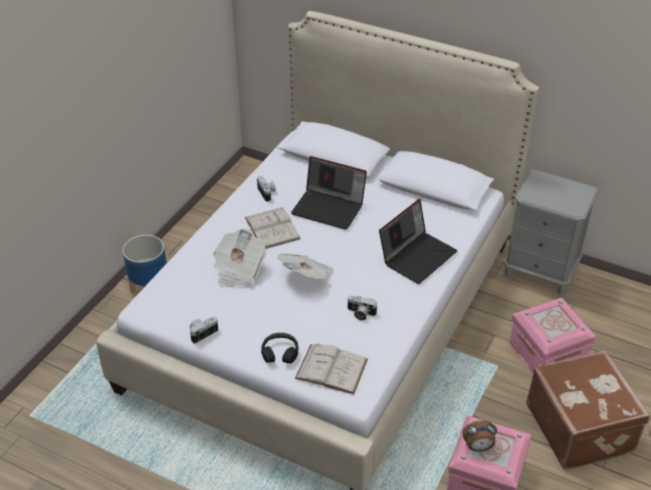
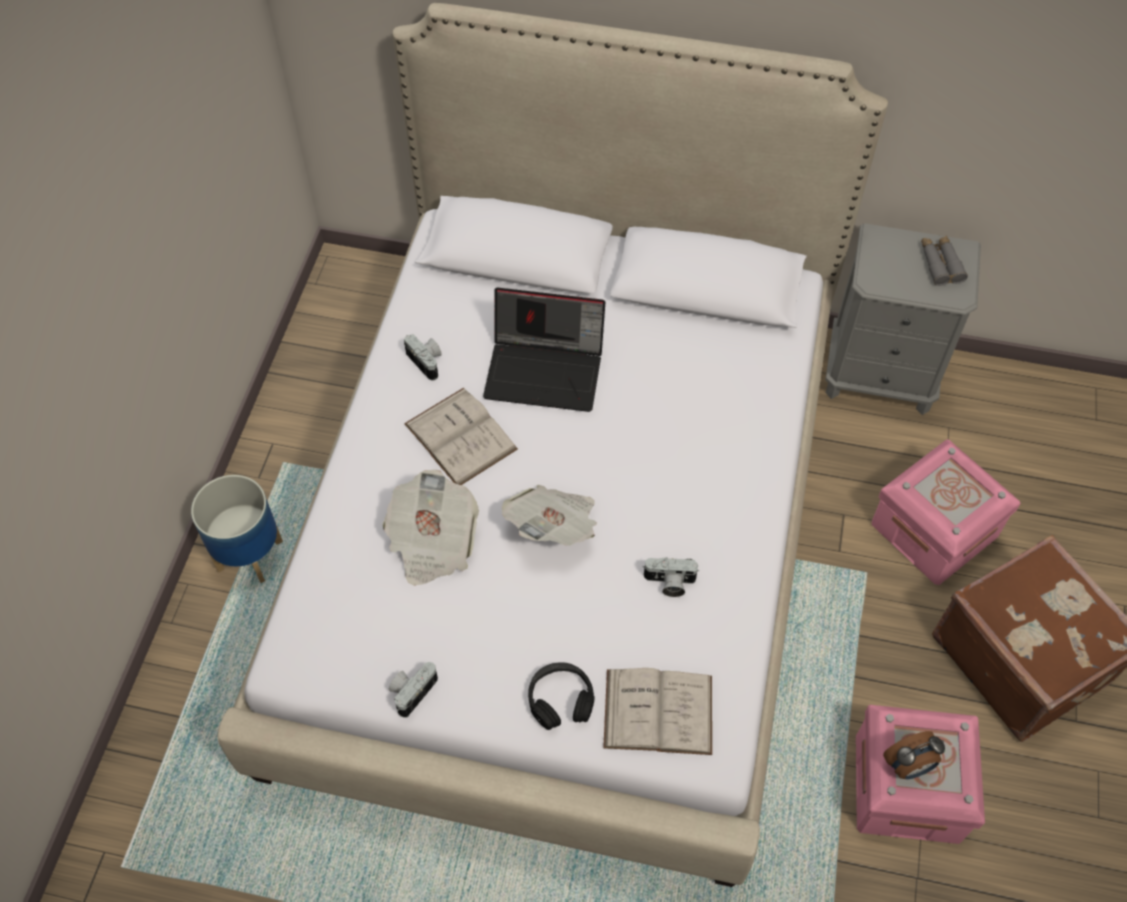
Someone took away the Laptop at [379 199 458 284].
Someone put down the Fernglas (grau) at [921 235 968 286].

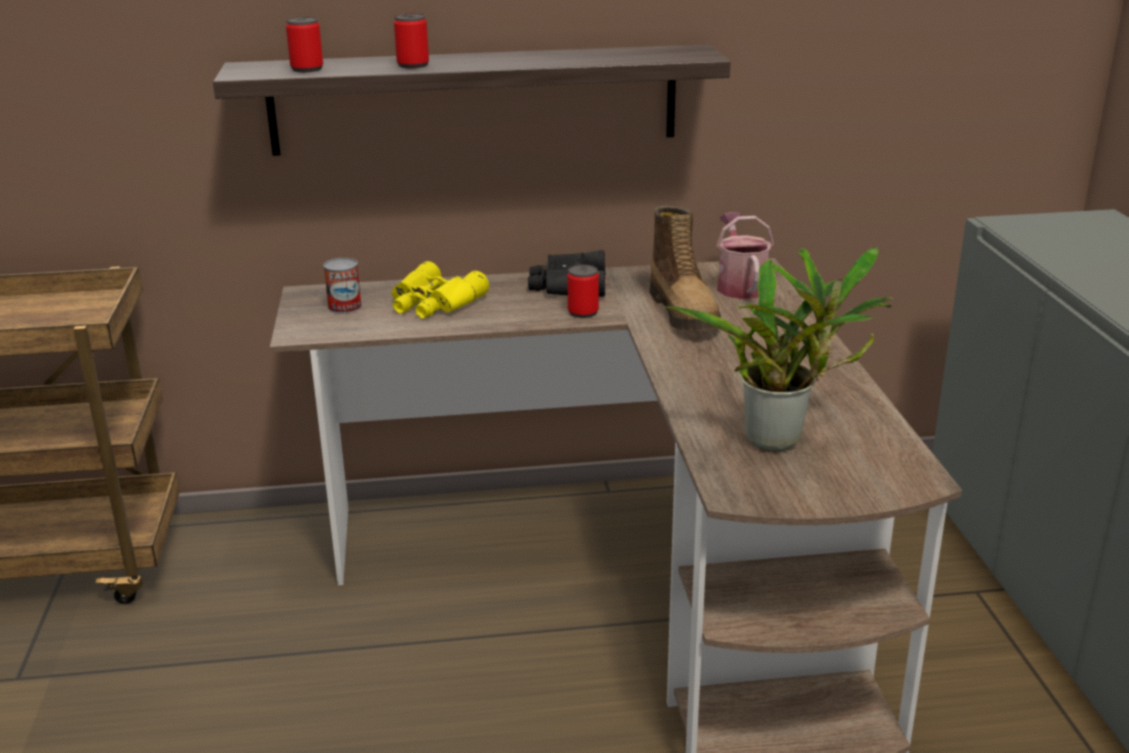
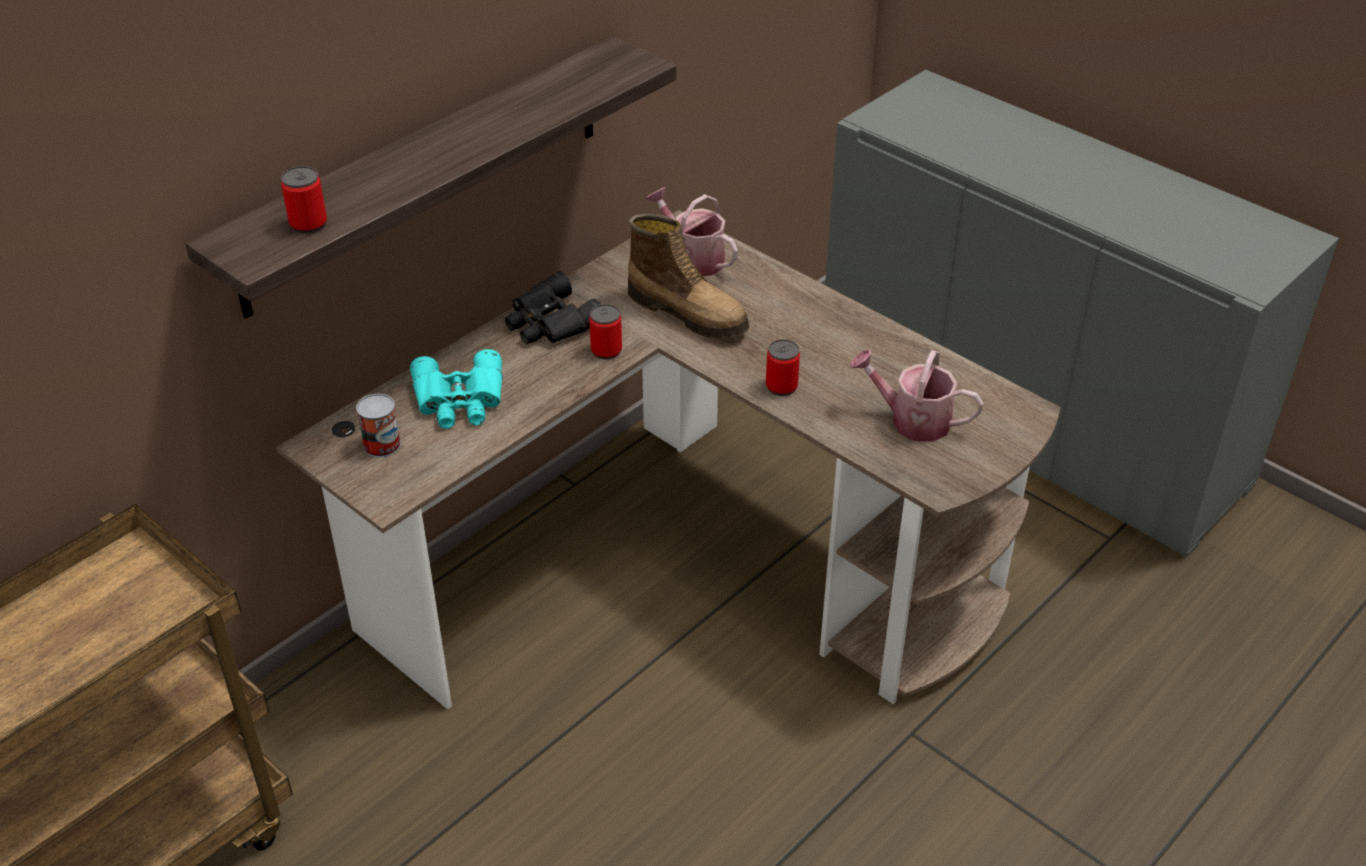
Someone repainted the Fernglas (gelb) at [392 261 489 318], which became the Fernglas (türkis) at [410 349 503 429].
Someone carried the Dose from [394 13 429 68] to [766 339 800 396].
Someone swapped the Topfpflanze at [663 247 892 452] for the Gießkanne at [850 349 984 442].

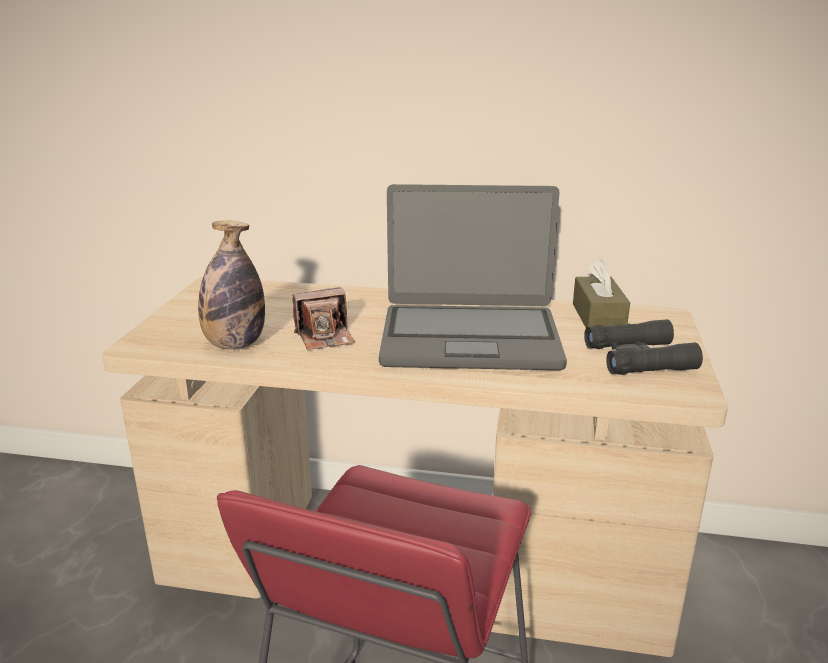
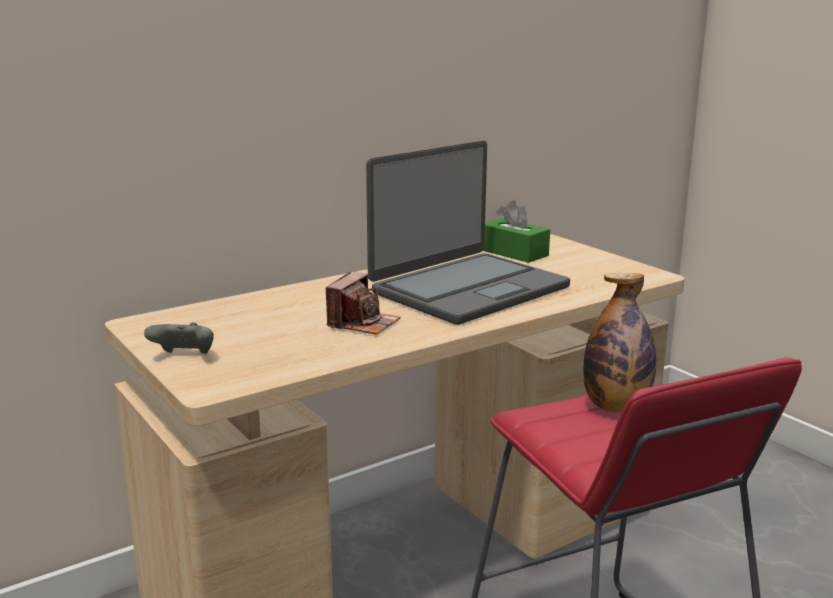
Someone carried the Flasche from [198 221 265 349] to [583 273 656 412].
Someone repainted the Taschentuchbox (braun) at [573 260 630 328], which became the Taschentuchbox (grün) at [483 200 550 263].
Someone took away the Fernglas (schwarz) at [584 319 703 375].
Someone put down the Gamepad (grau) at [144 323 214 354].

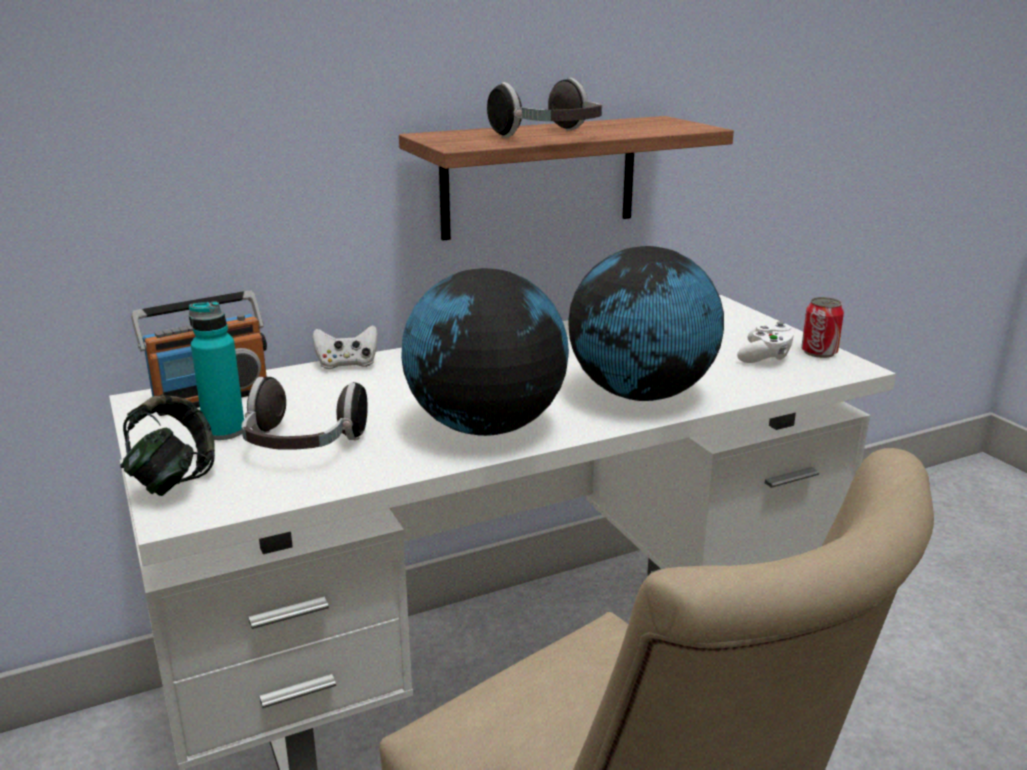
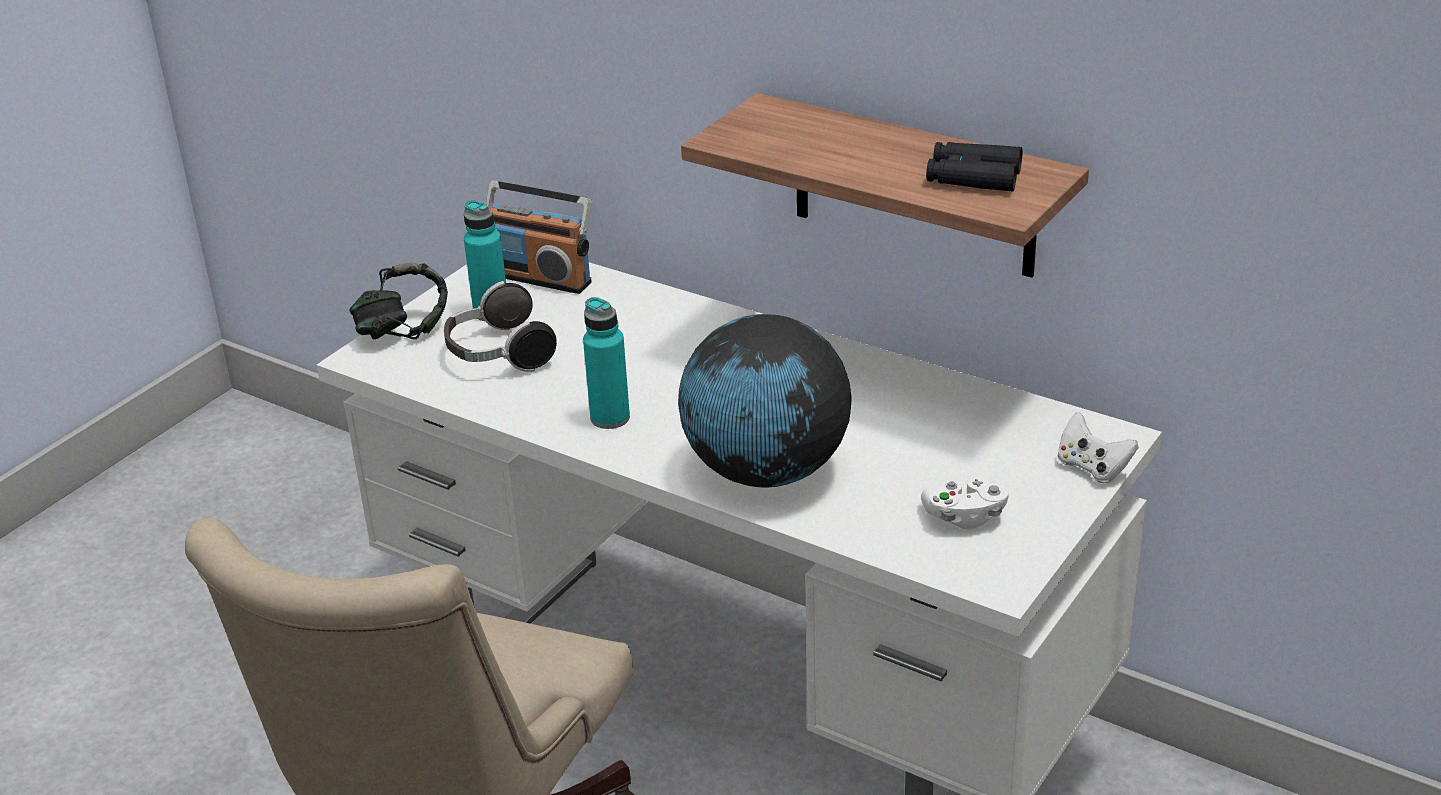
Someone carried the Gamepad (weiß) from [312 325 378 369] to [1057 412 1138 483].
Someone swapped the Globus at [401 268 569 436] for the Flasche (türkis) at [583 297 630 429].
Someone took away the Kopfhörer at [487 77 602 138].
Someone took away the Dose at [801 297 844 358].
Someone put down the Fernglas (schwarz) at [926 142 1023 191].

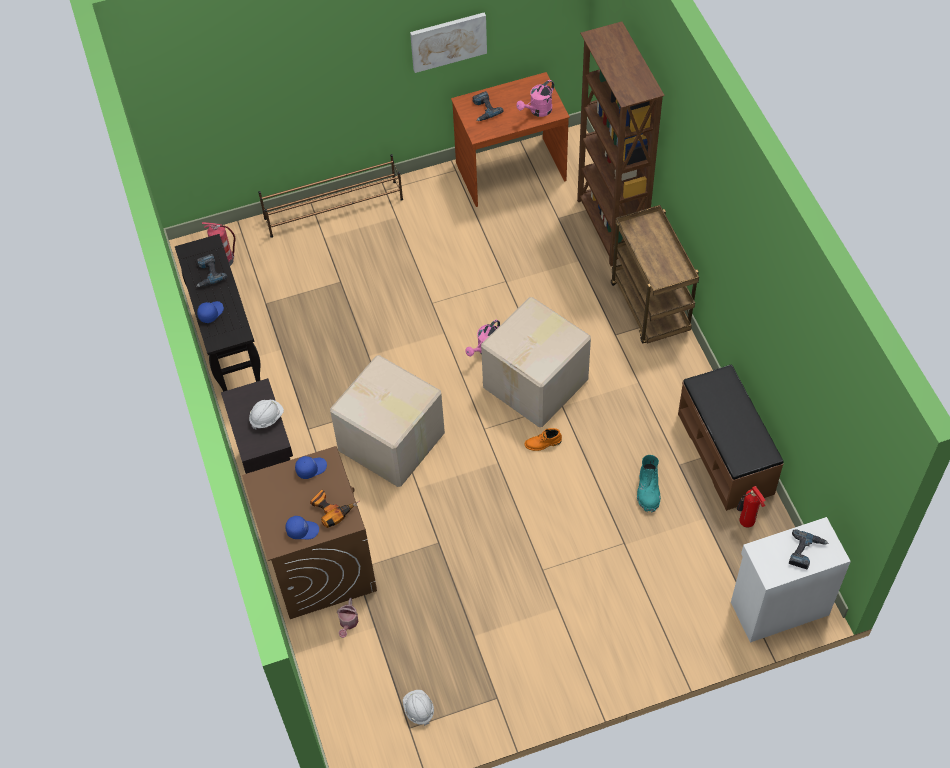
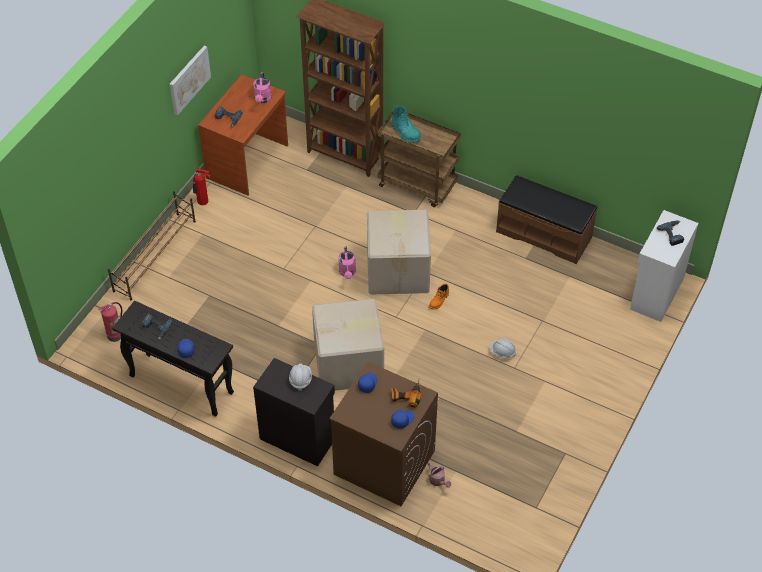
Someone carried the Schutzhelm (weiß) from [403 690 434 726] to [489 338 516 358].
Someone carried the Stiefel (türkis) from [637 455 661 512] to [391 106 421 143].
Someone carried the Feuerlöscher from [737 486 766 527] to [193 168 210 205].

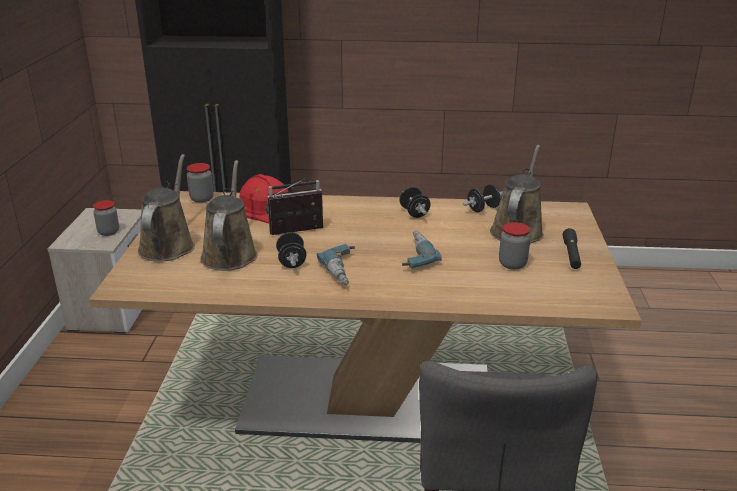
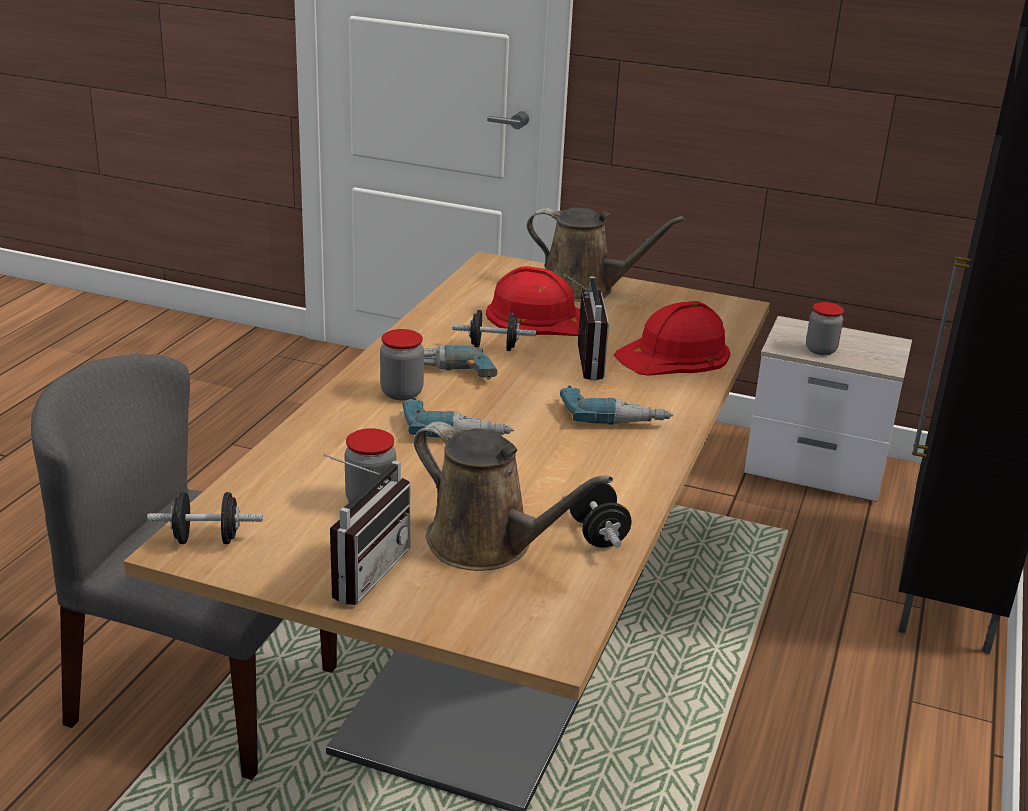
Someone carried the Vorratsglas from [187 163 214 203] to [380 329 424 400].
Someone swapped the Gießkanne (braun) at [200 160 258 271] for the Schutzhelm (rot) at [486 266 580 336].
Someone carried the Hantel (schwarz) from [399 187 430 218] to [147 492 263 544].
Someone swapped the Taschenlampe (schwarz) at [563 228 581 269] for the Radio at [324 454 411 605].
Someone put down the Bohrmaschine at [560 386 673 425].

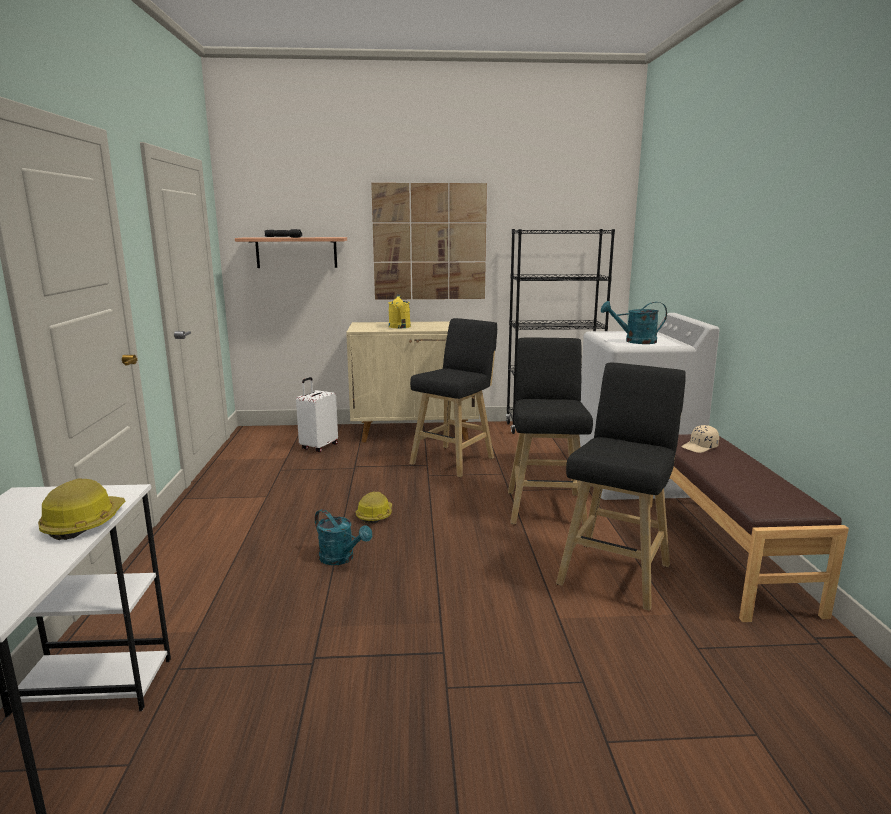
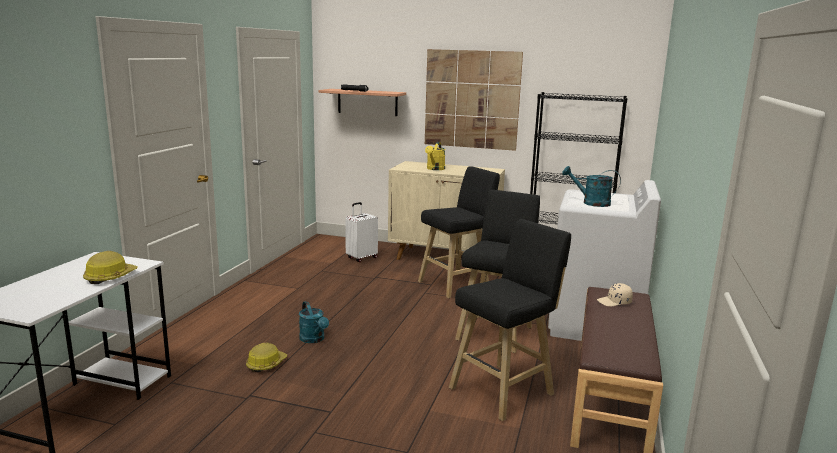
Someone carried the Schutzhelm from [356 491 392 524] to [246 342 287 372].

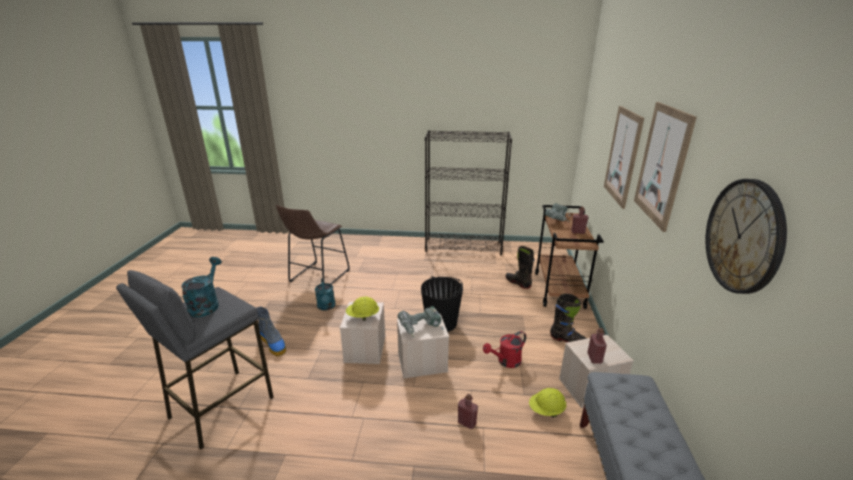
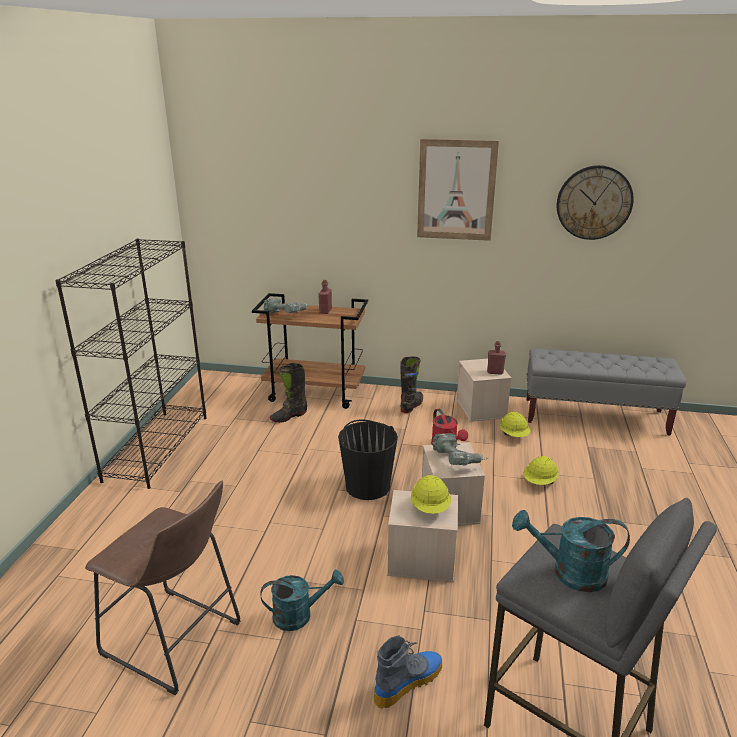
Someone swapped the Flasche (rot) at [458 394 478 429] for the Schutzhelm (gelb) at [523 456 558 485].
Someone took away the Bild at [604 106 644 209].

